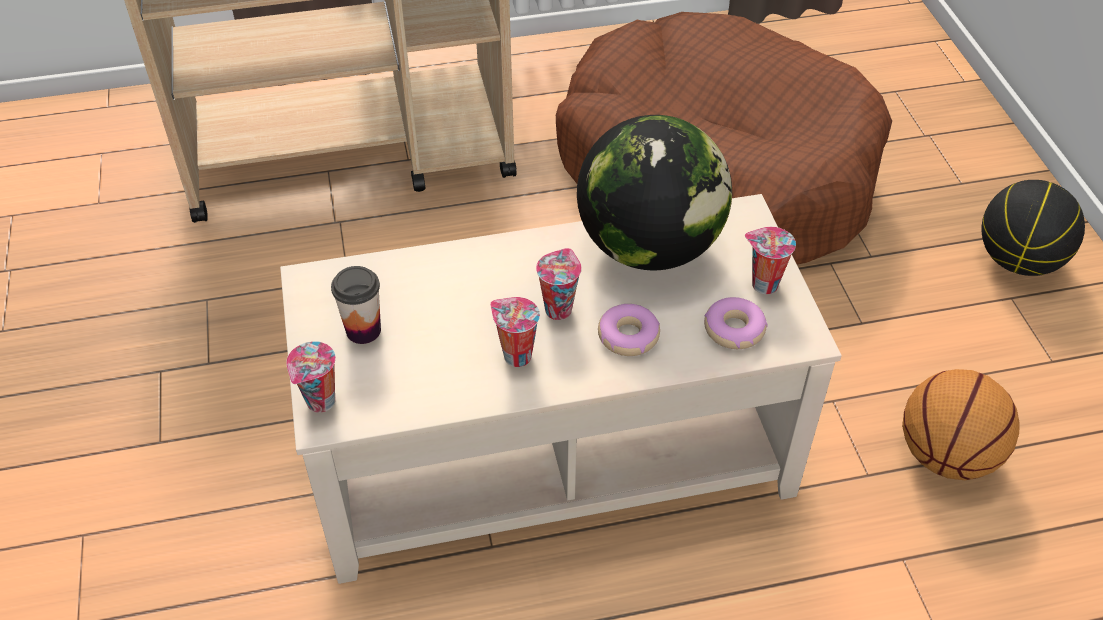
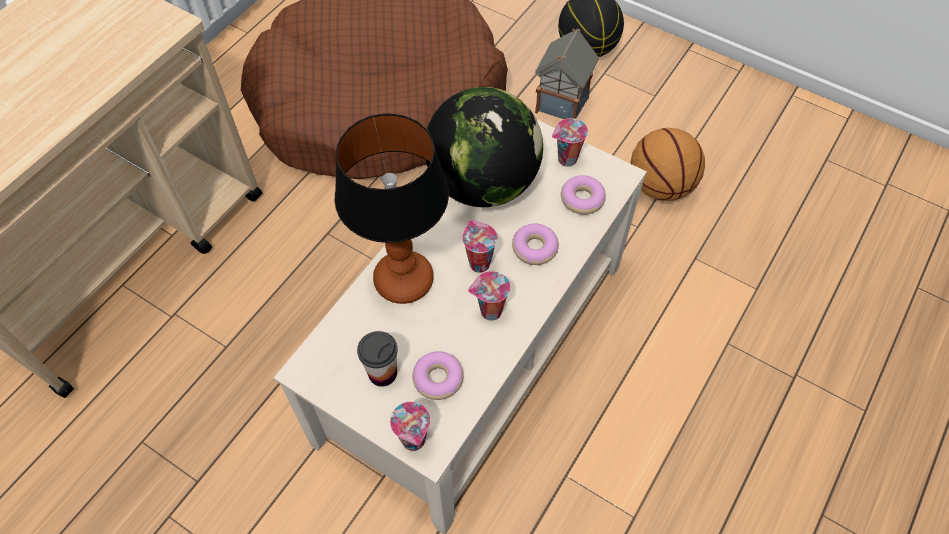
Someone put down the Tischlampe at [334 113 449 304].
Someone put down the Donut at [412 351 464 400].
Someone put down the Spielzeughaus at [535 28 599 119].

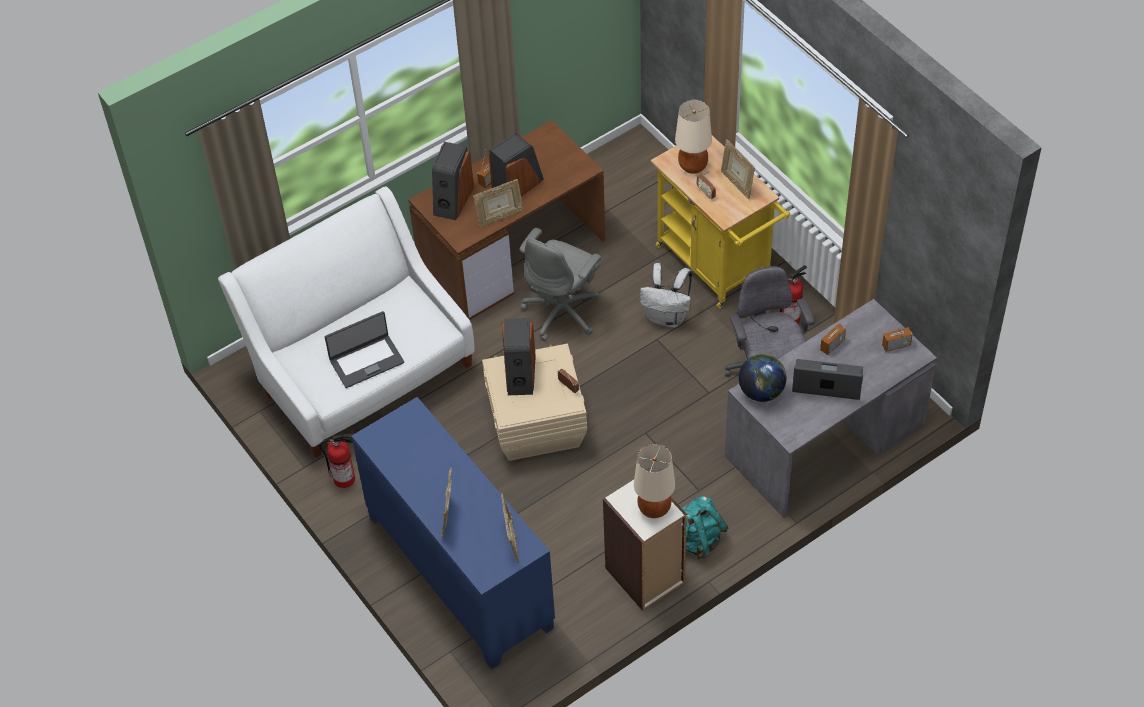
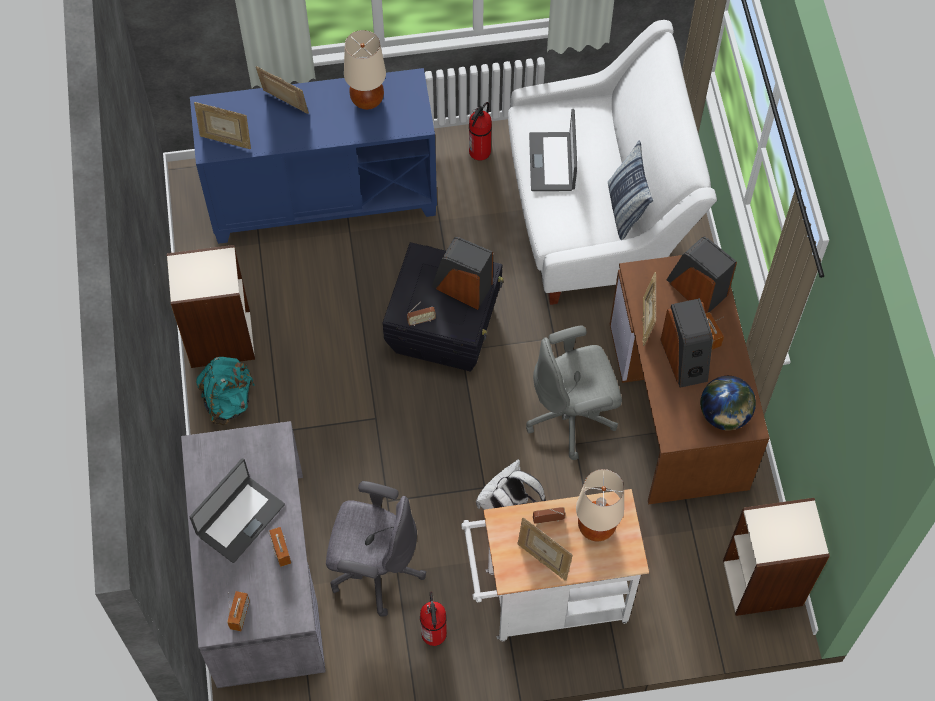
Someone repainted the Aufbewahrungsbox (beige) at [482 344 587 461], which became the Aufbewahrungsbox (schwarz) at [383 242 503 372].
Someone rotated the Bürostuhl (grau) at [519 228 601 341] by 75 degrees counterclockwise.
Someone carried the Tischlampe (beige) from [634 444 675 518] to [344 30 386 110].
Someone repainted the Rollwagen (gelb) at [651 136 790 308], which became the Rollwagen (weiß) at [461 489 649 641].
Someone rotated the Bilderrahmen at [721 139 755 199] by 135 degrees counterclockwise.
Someone carried the Globus from [738 353 786 402] to [700 376 756 430].
Someone put down the Kissen at [608 140 653 240].
Someone put down the Bücherregal at [723 498 830 616].

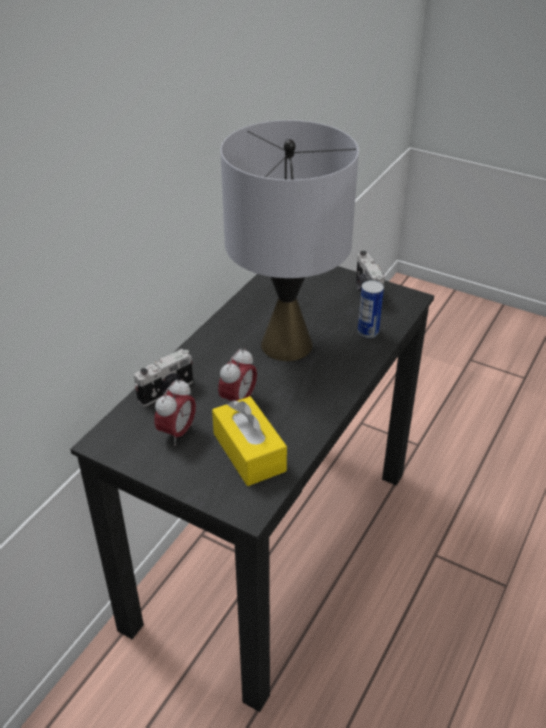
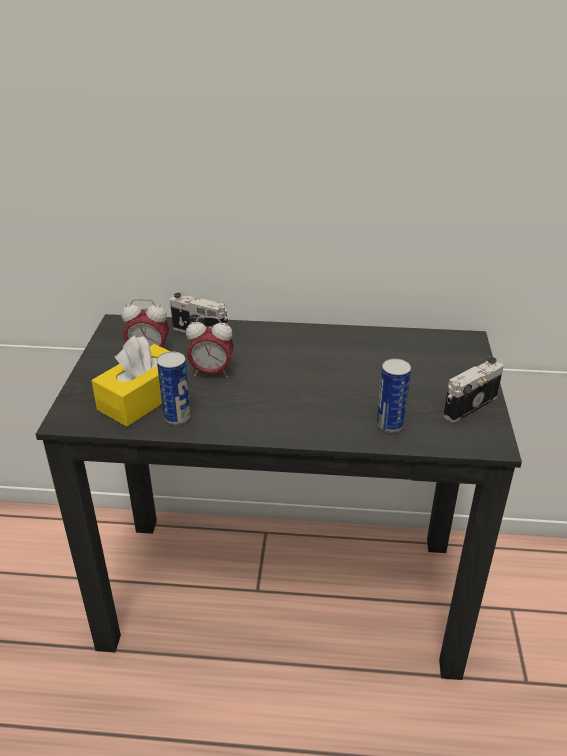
Someone took away the Tischlampe (grau) at [221 120 359 361].
Someone put down the Dose at [157 351 191 425].

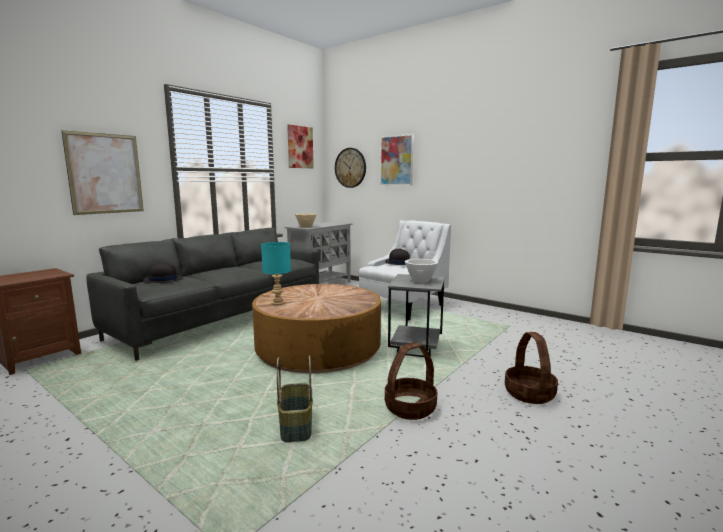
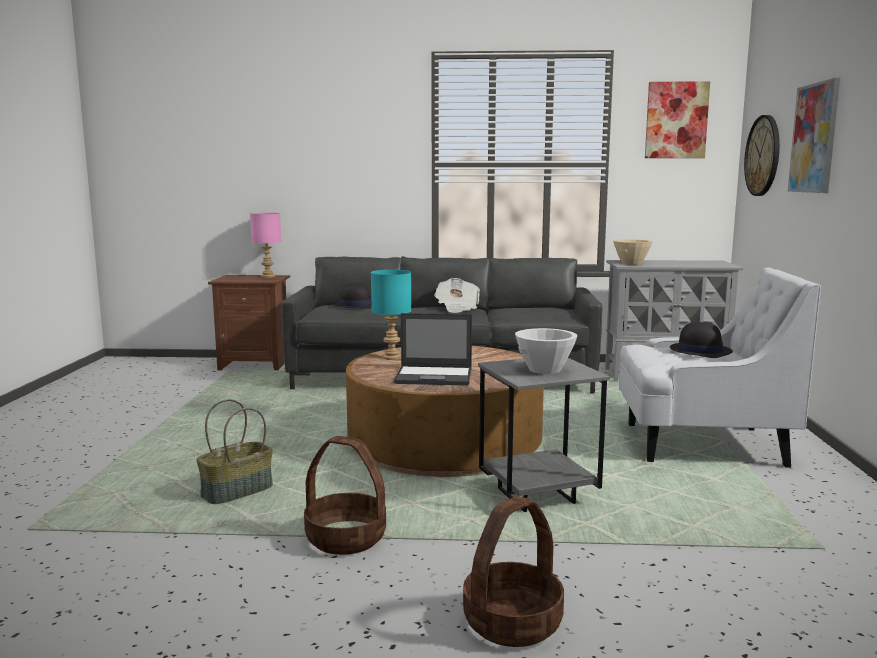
Someone took away the Bild at [61 130 144 215].
Someone put down the Tischlampe (rosa) at [250 213 281 278].
Someone put down the Laptop at [394 313 472 386].
Someone put down the Zeitung at [434 278 480 313].

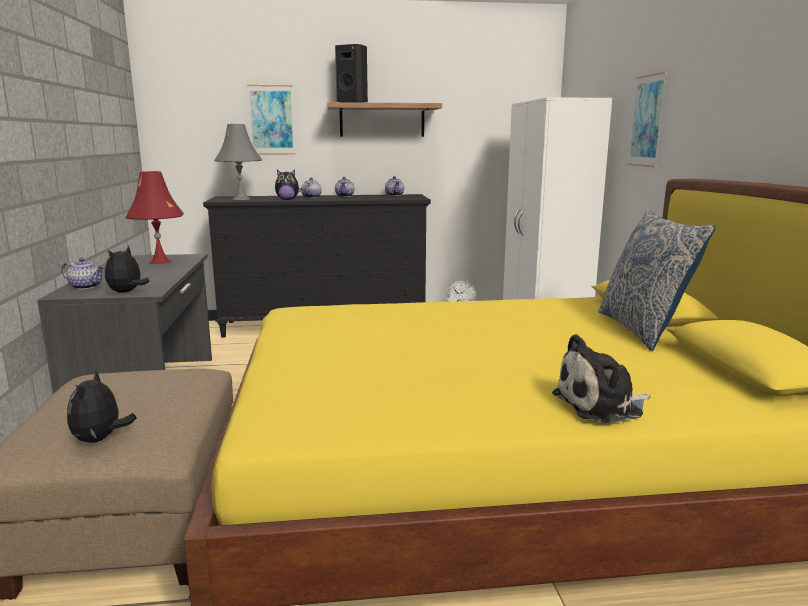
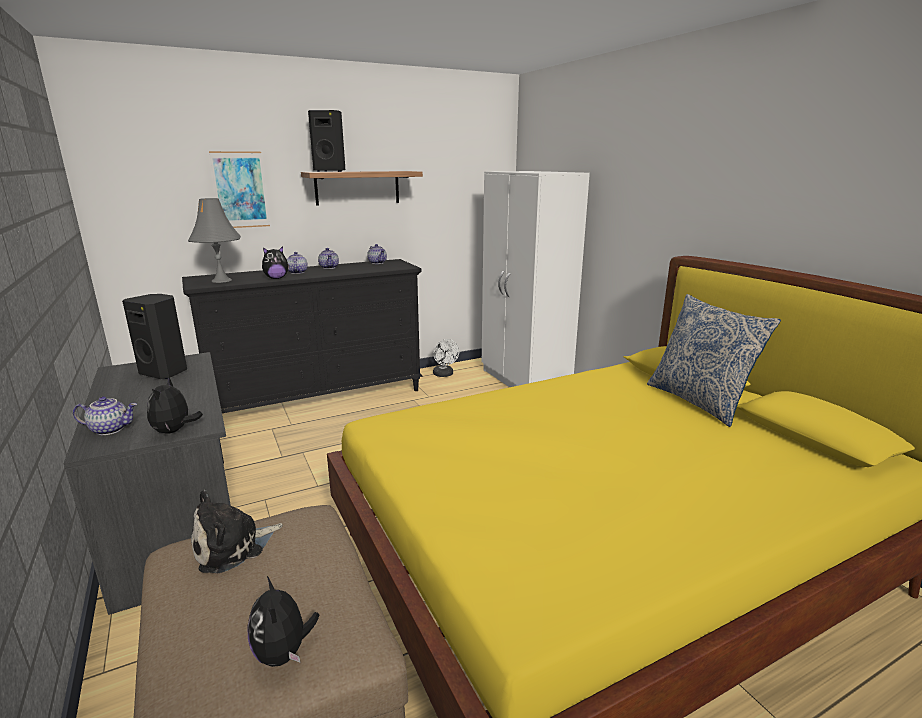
Someone swapped the Tischlampe (rot) at [125 171 184 264] for the Lautsprecher (schwarz) at [122 294 187 379].
Someone carried the Plüschtier from [552 334 650 423] to [191 490 283 573].
Someone took away the Bild at [627 71 668 167].

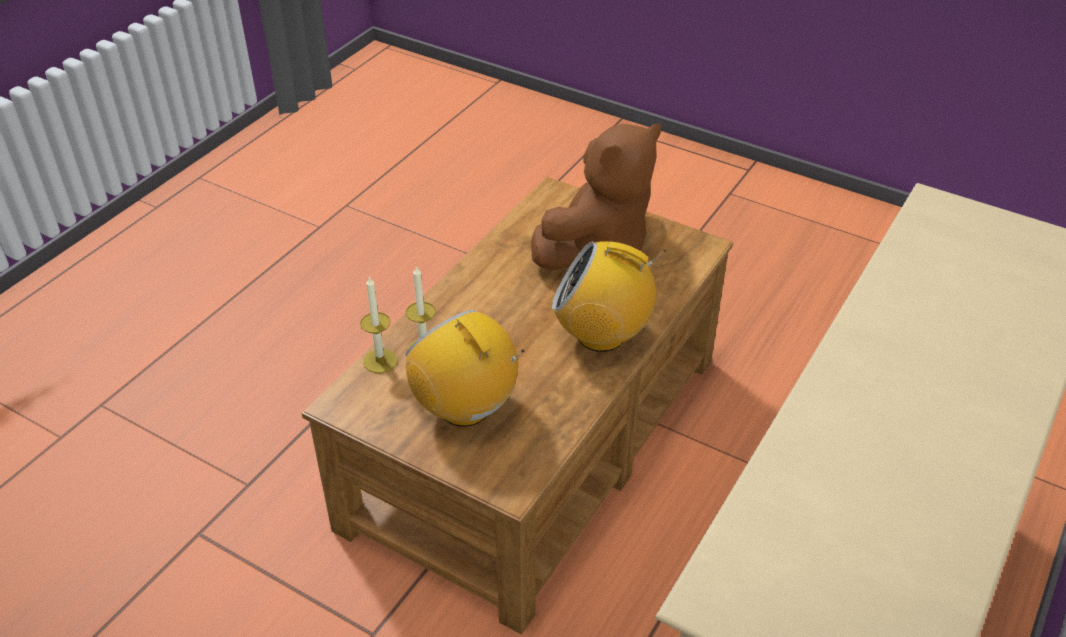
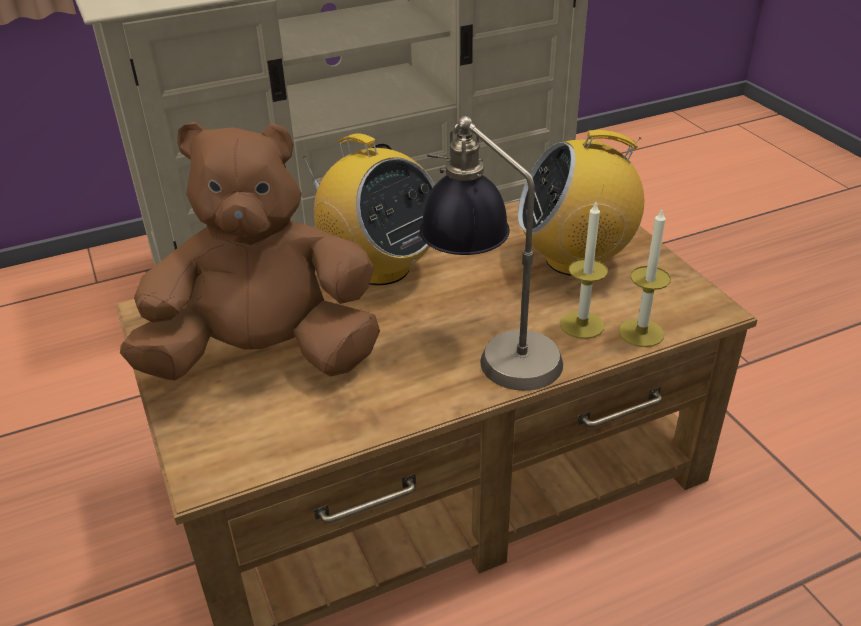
Someone rotated the Radio at [406 310 524 427] by 90 degrees clockwise.
Someone put down the Tischlampe at [420 116 563 391].

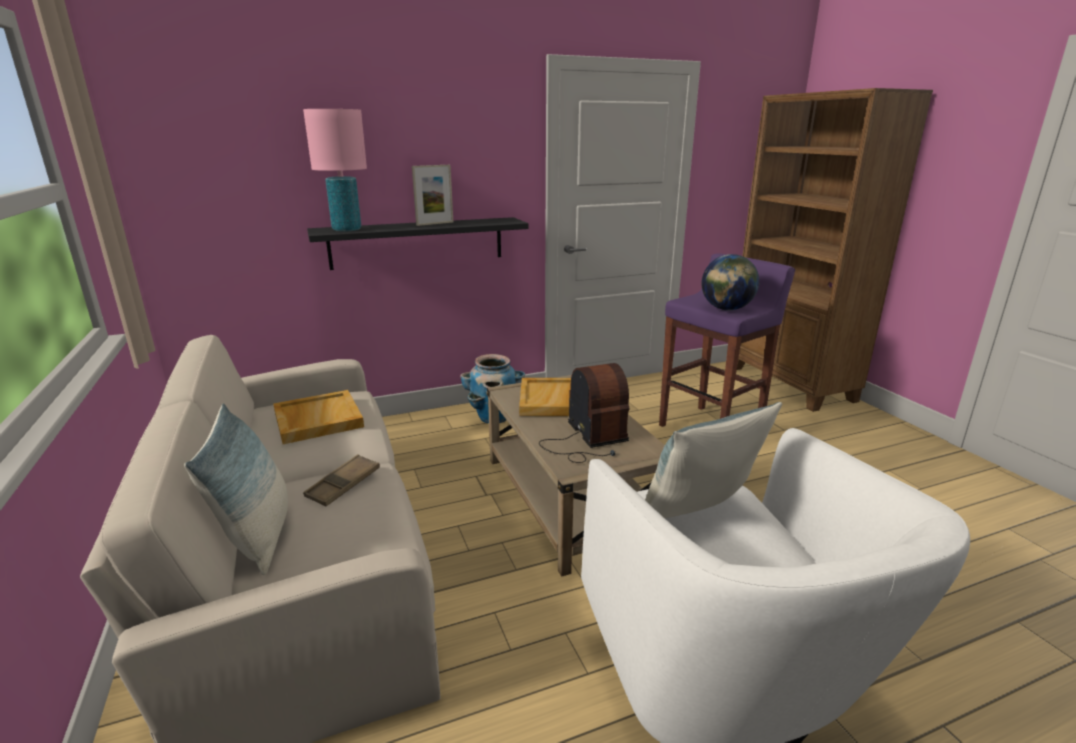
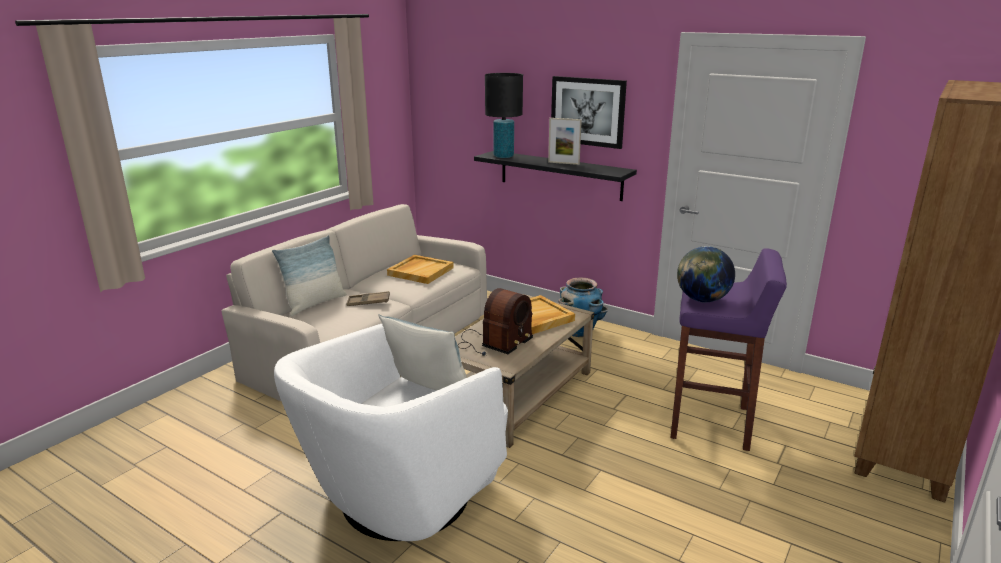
Someone repainted the Tischlampe (rosa) at [303 109 367 231], which became the Tischlampe (schwarz) at [485 73 523 158].
Someone put up the Bild at [551 76 627 149].

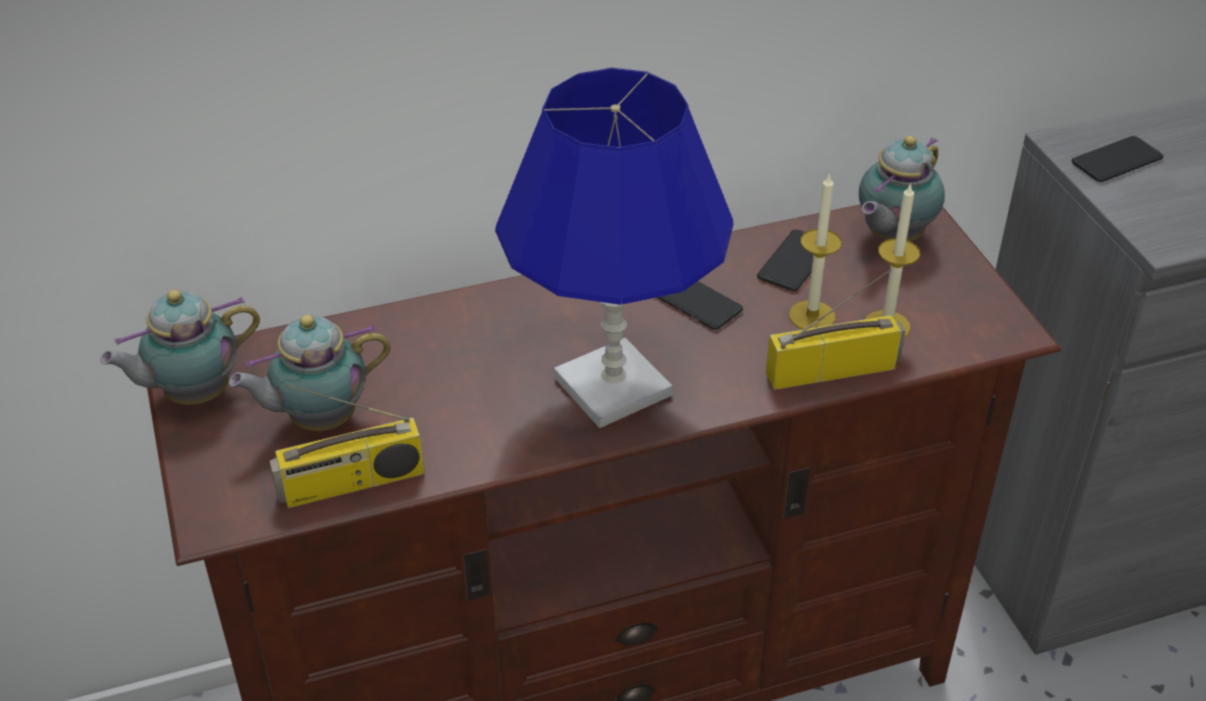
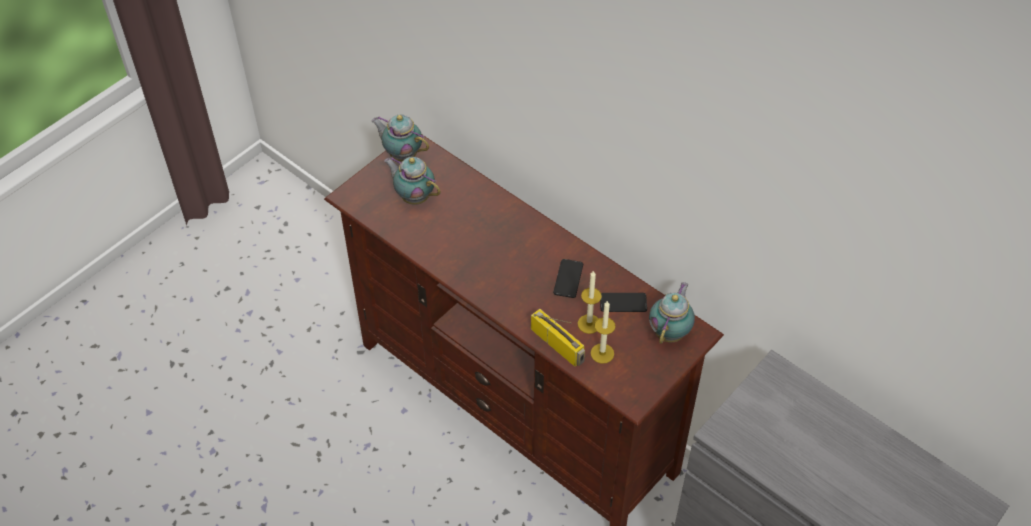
Someone took away the Radio at [270 384 424 508].
Someone took away the Tischlampe (blau) at [495 68 734 428].
Someone rotated the Teekanne at [859 136 945 241] by 105 degrees clockwise.
Someone took away the Handy at [1072 136 1163 182].

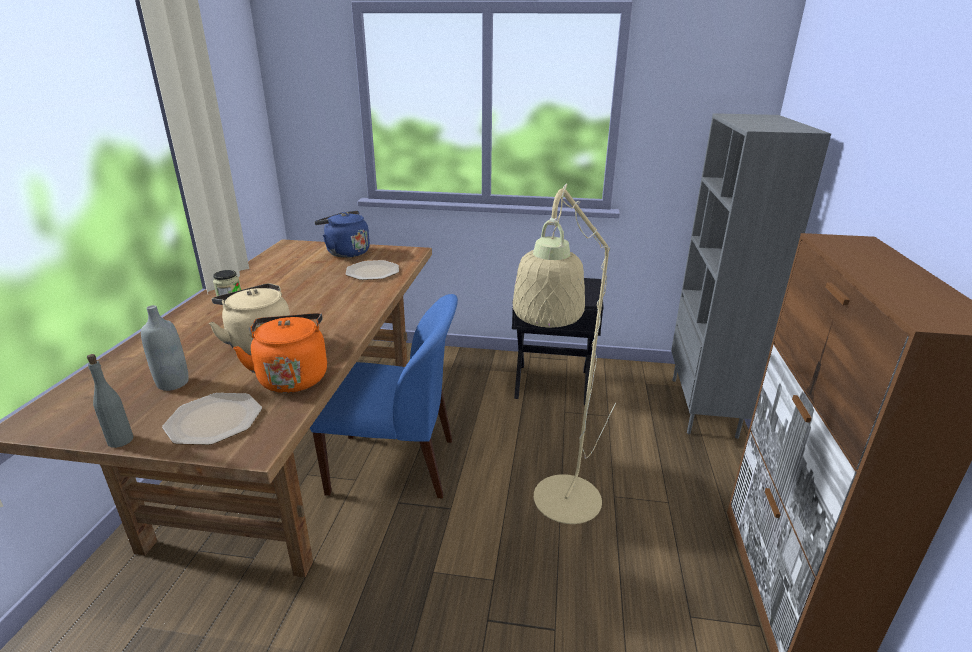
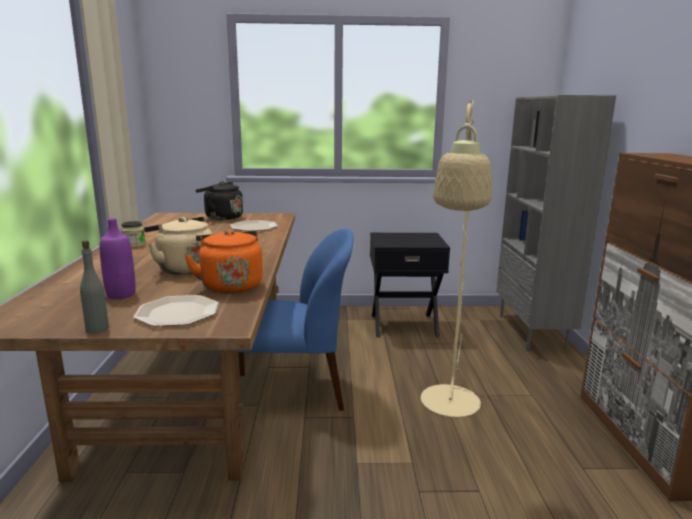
Someone repainted the Flasche (grau) at [141 305 189 391], which became the Flasche (lila) at [99 218 136 299].
Someone repainted the Wasserkessel (blau) at [314 211 370 258], which became the Wasserkessel (schwarz) at [195 181 243 220].

